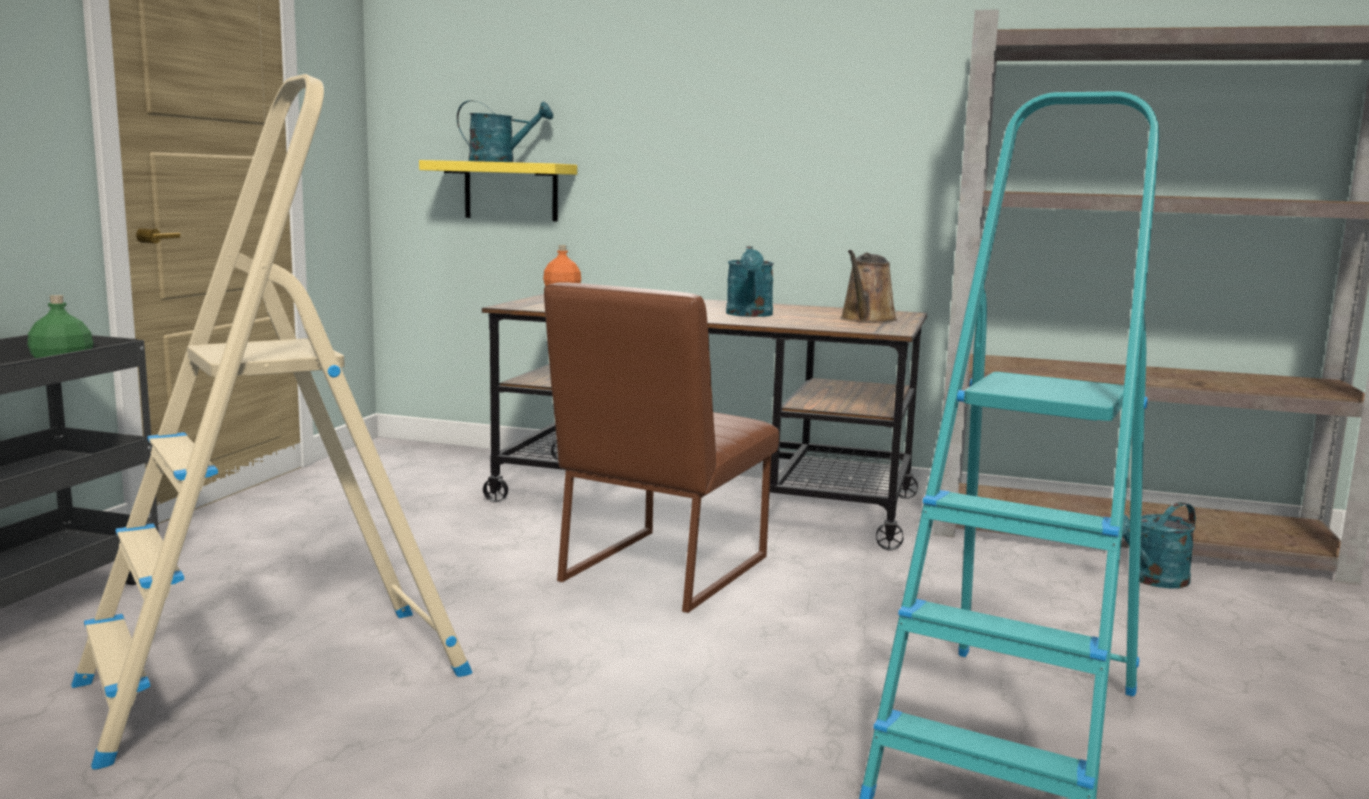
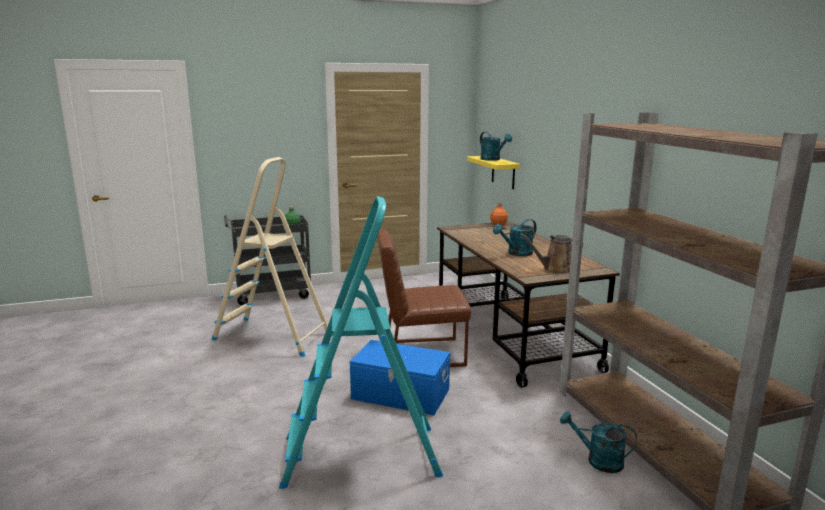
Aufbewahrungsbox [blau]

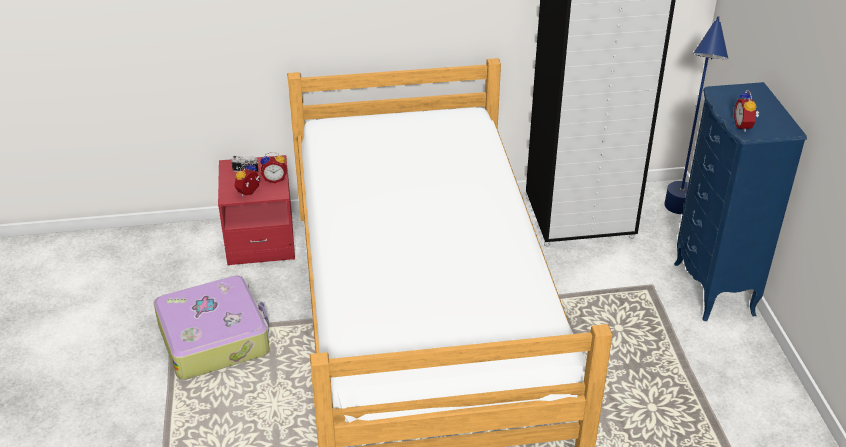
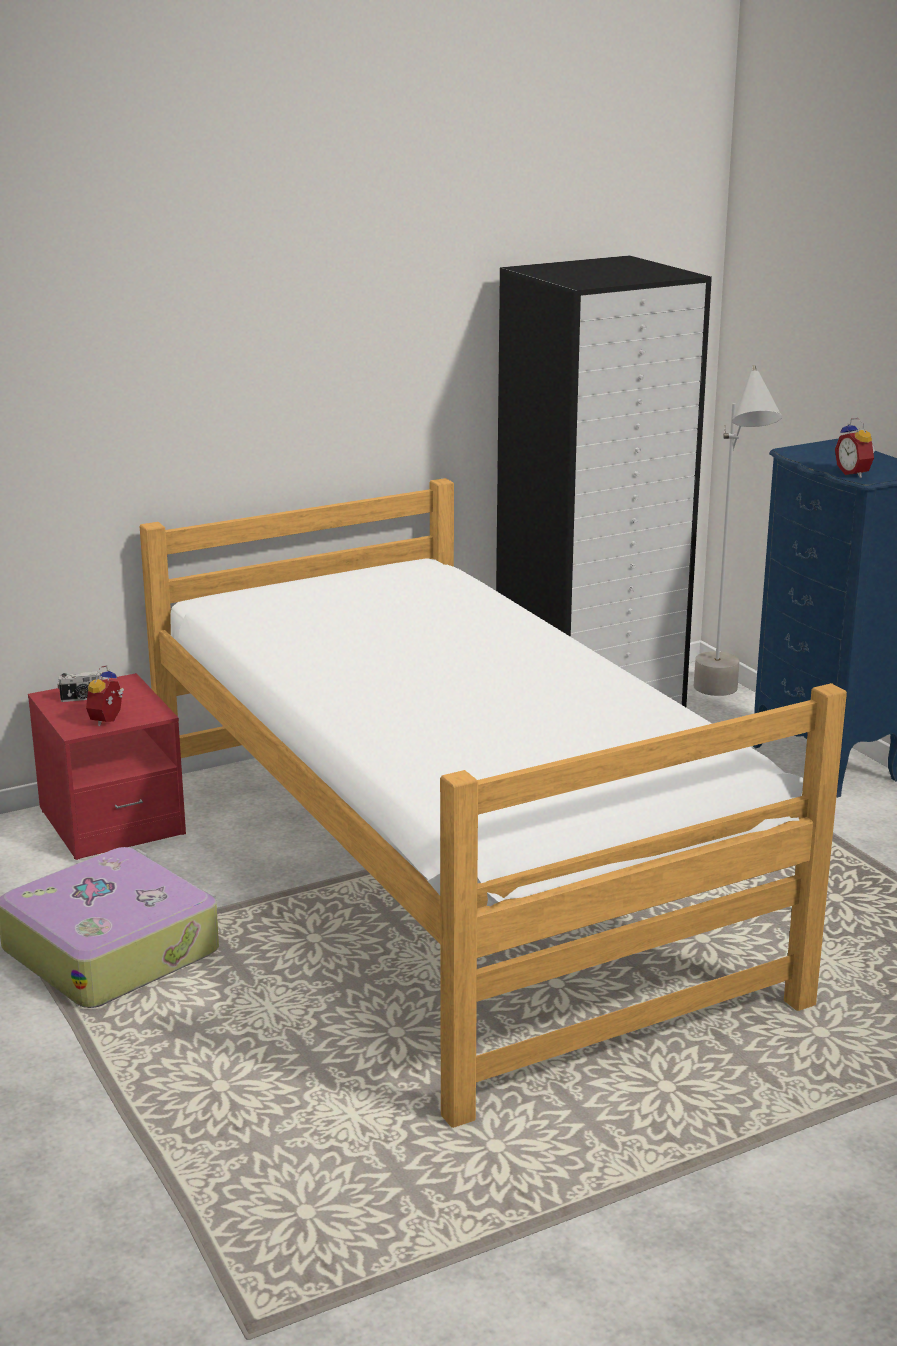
Wecker (no. 2 from left in the first image)
Stehlampe [grau]

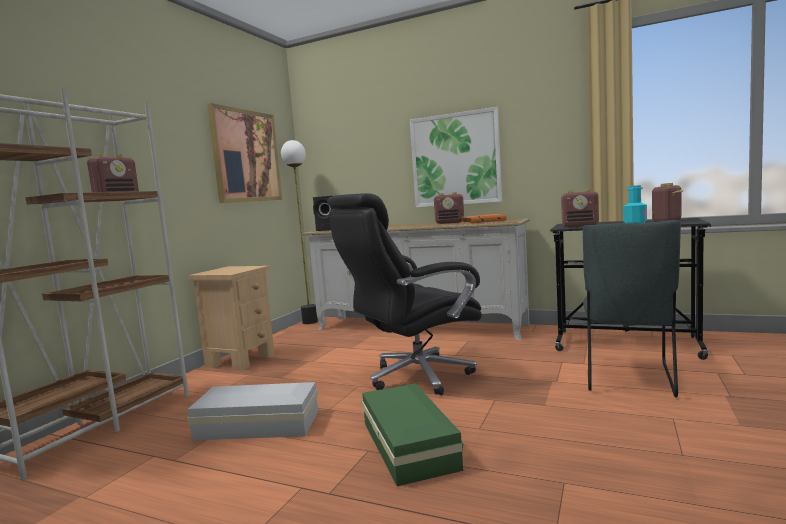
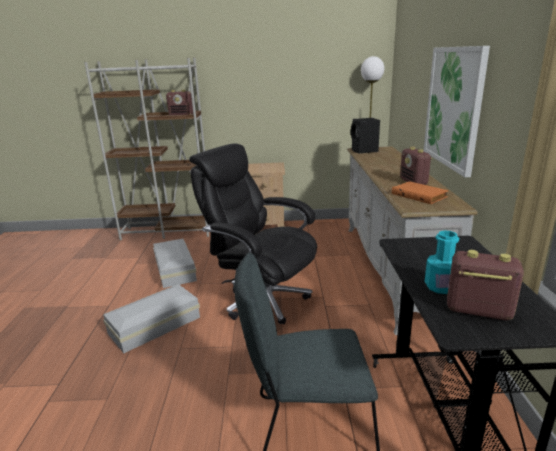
Bild (no. 1 from left in the first image)
Radio (no. 3 from left in the first image)
Aufbewahrungsbox [weiß] (no. 1 from left)

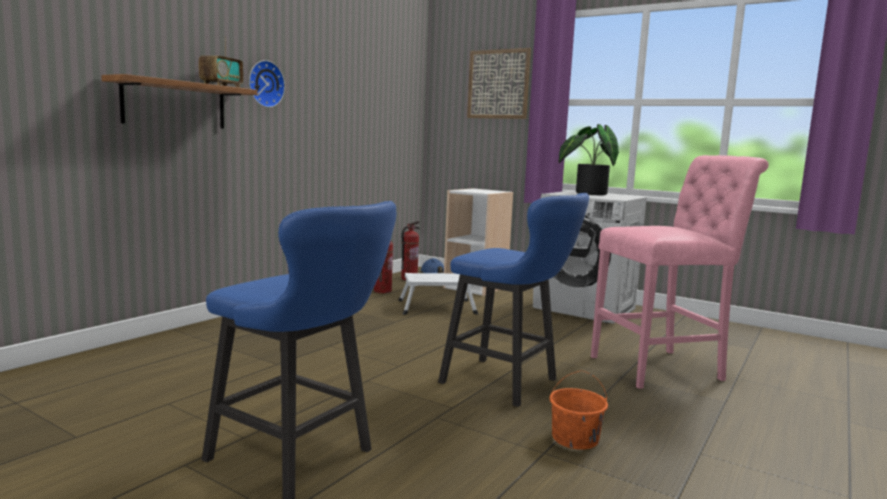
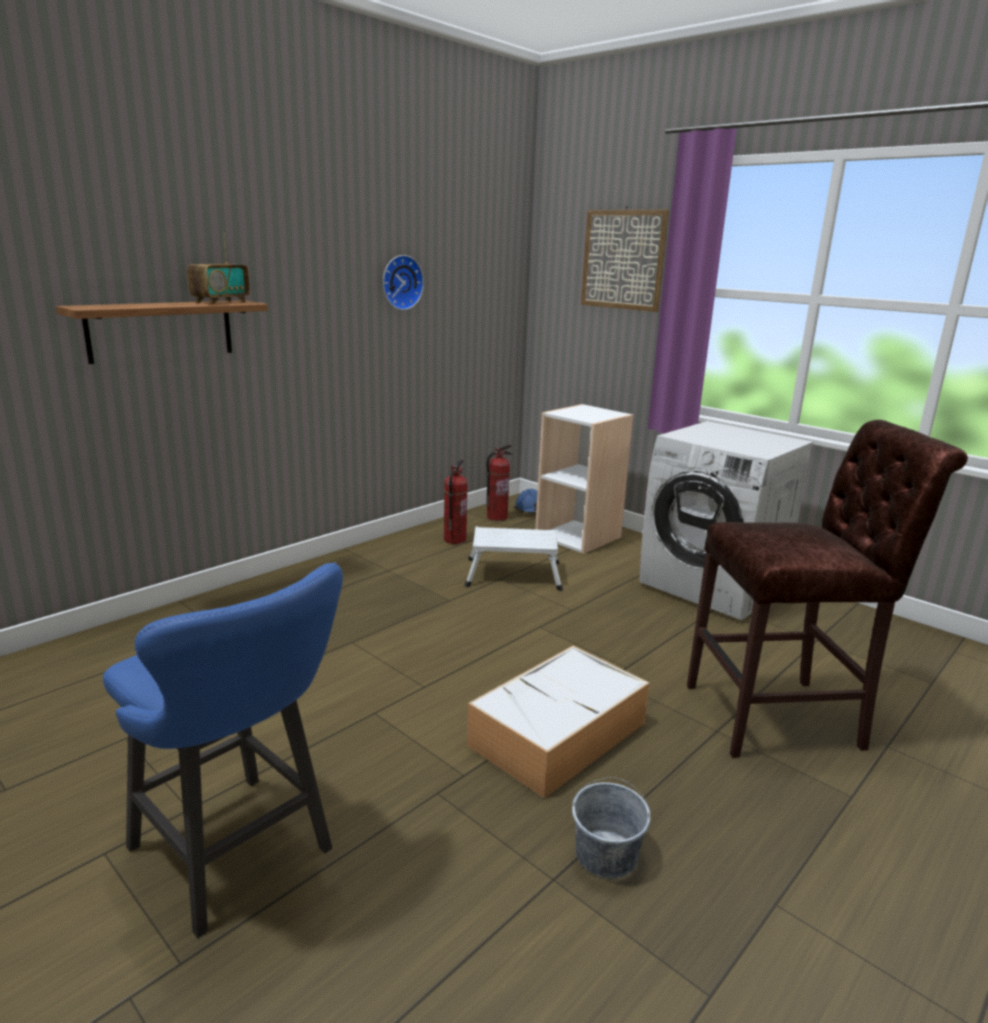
Topfpflanze
Wanduhr
Aufbewahrungsbox
Eimer [grau]
Hocker [braun]

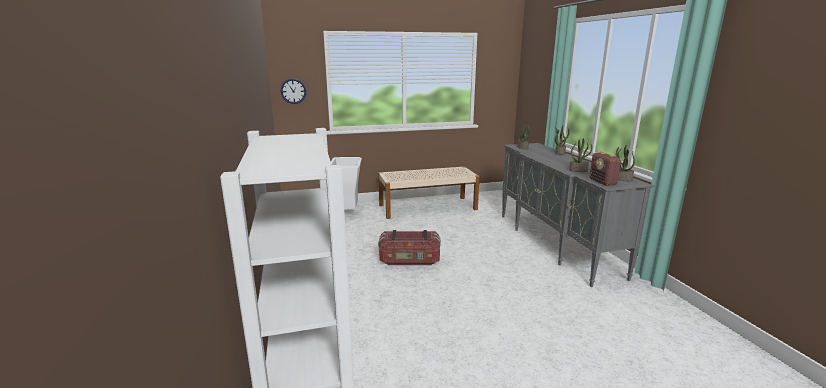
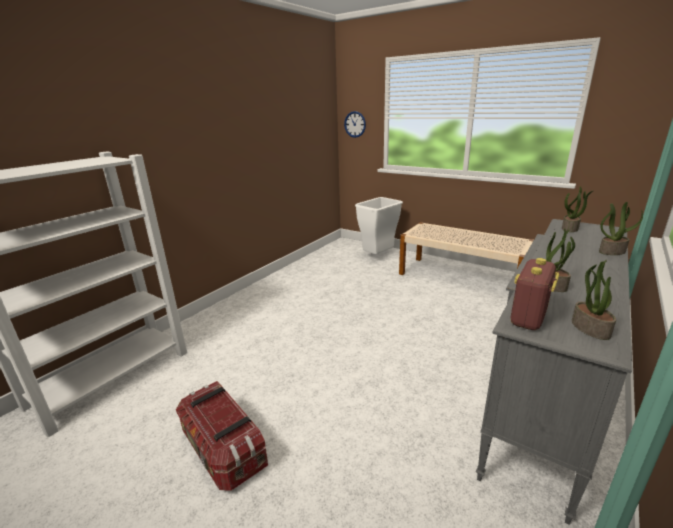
Aufbewahrungsbox

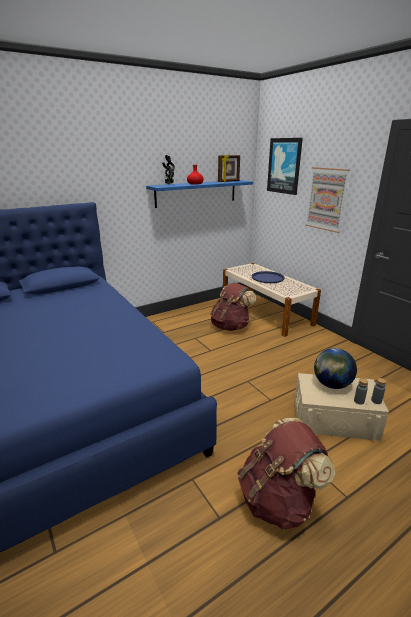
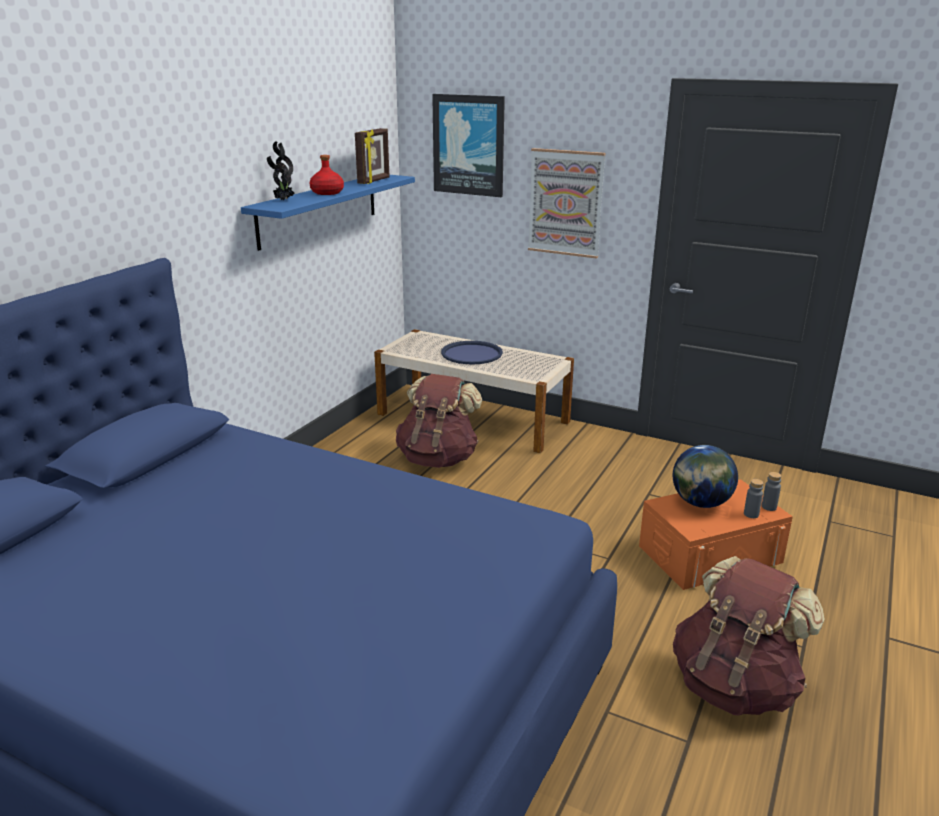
Aufbewahrungsbox [orange]

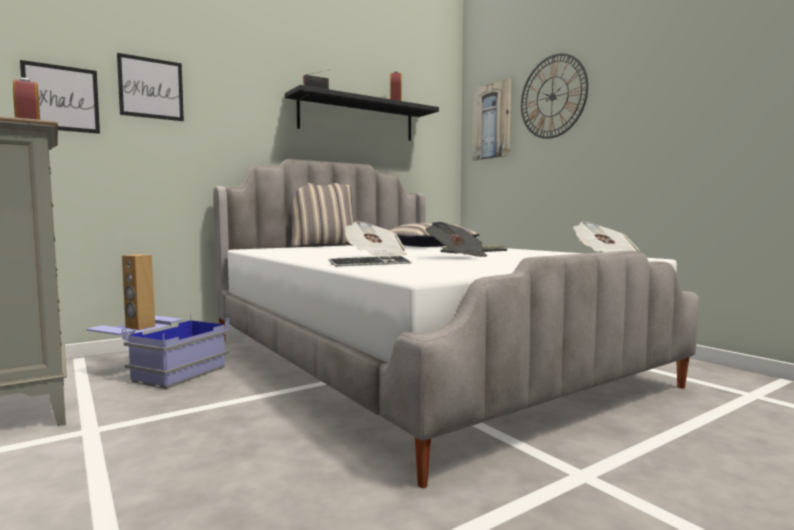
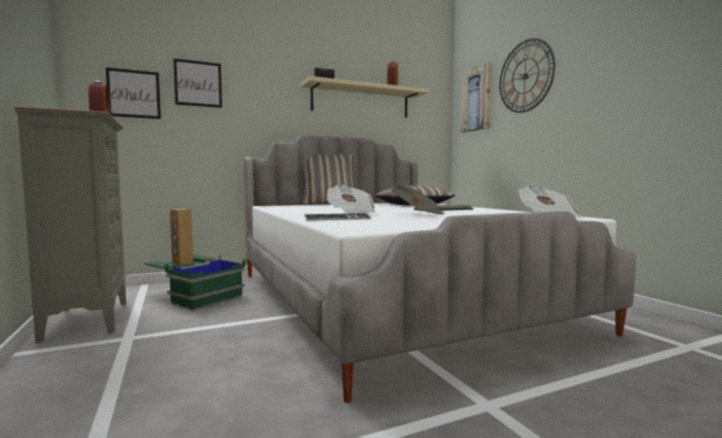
Aufbewahrungsbox [grün]
Wandregal [beige]

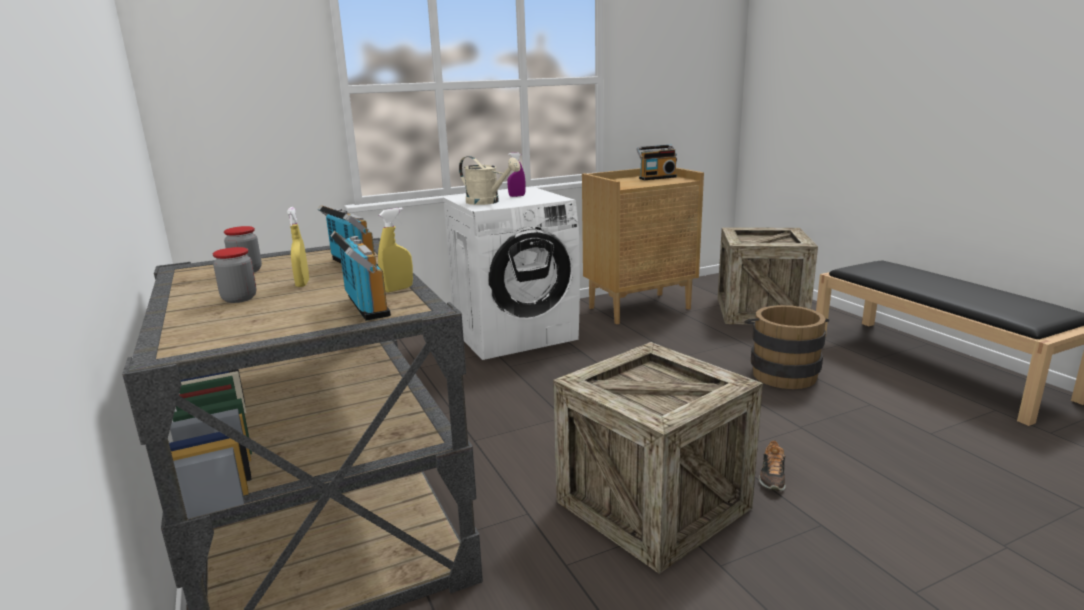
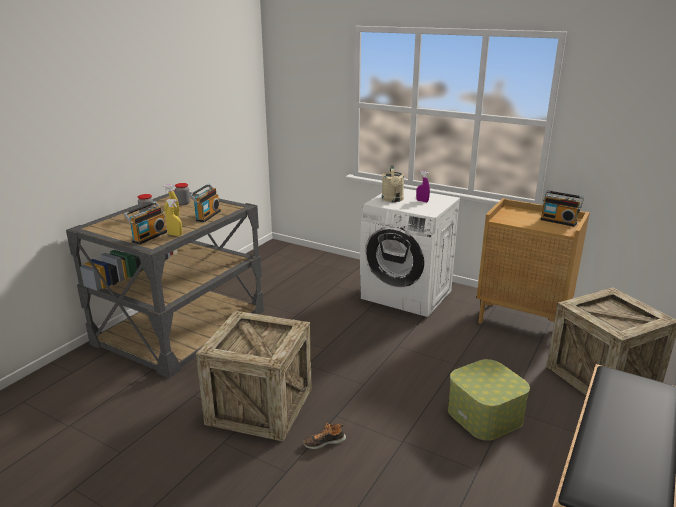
Aufbewahrungsbox

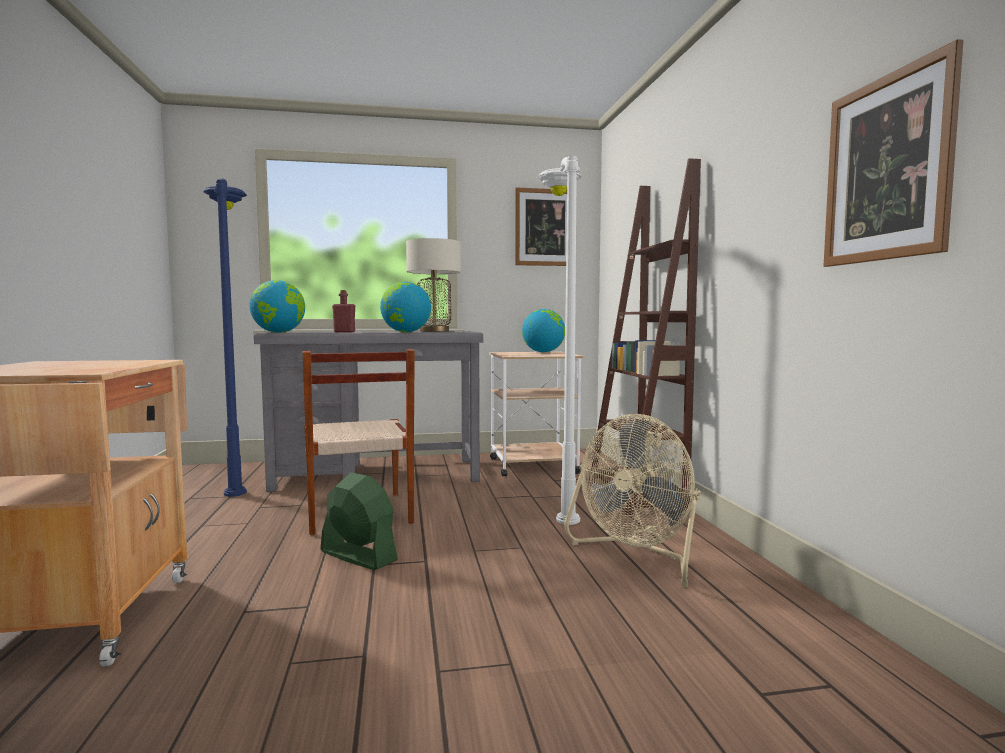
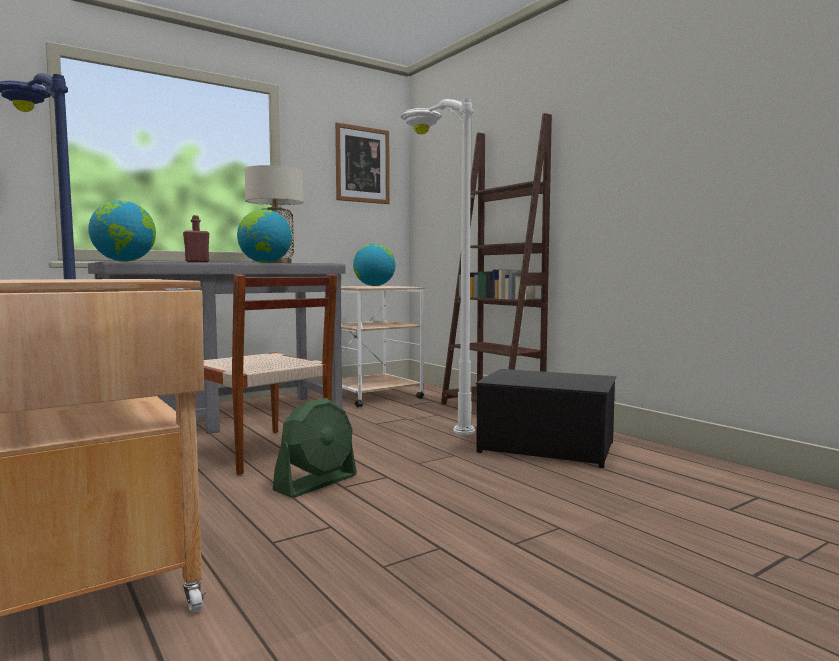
Bild (no. 2 from left in the first image)
Aufbewahrungsbox
Ventilator [grün]

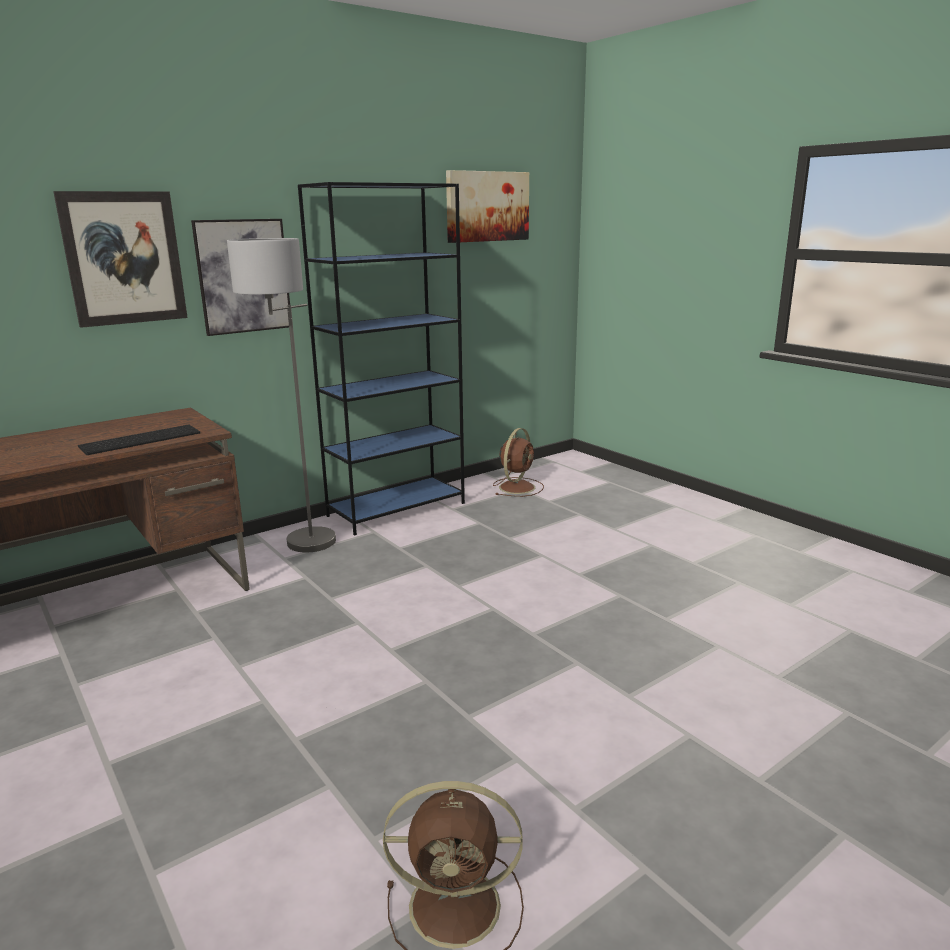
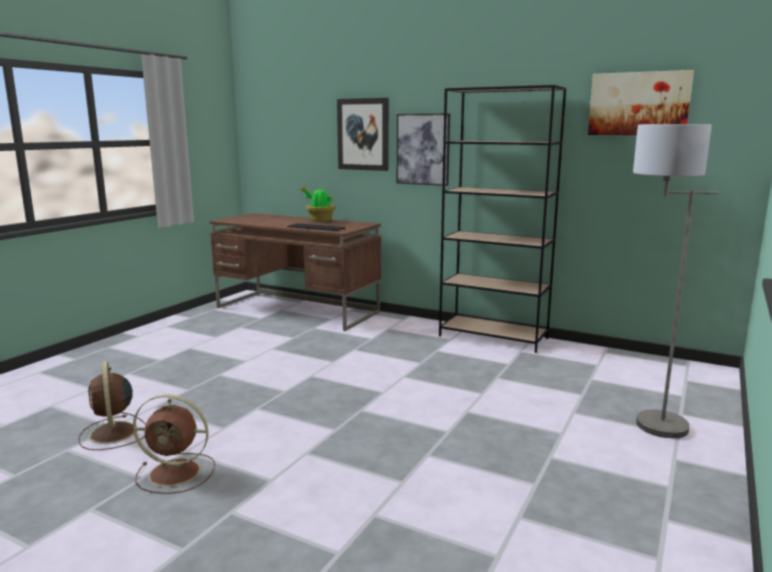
Topfpflanze
Stehlampe [grau]
Ventilator [braun] (no. 2 from left)
Bücherregal [beige]

